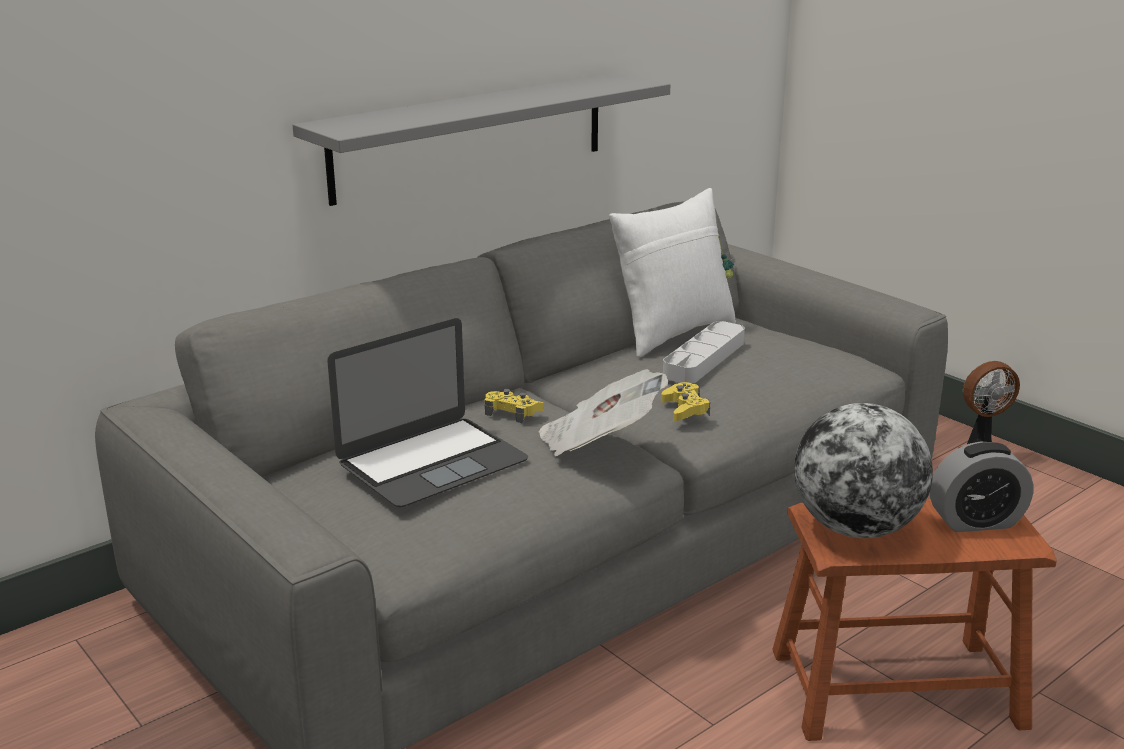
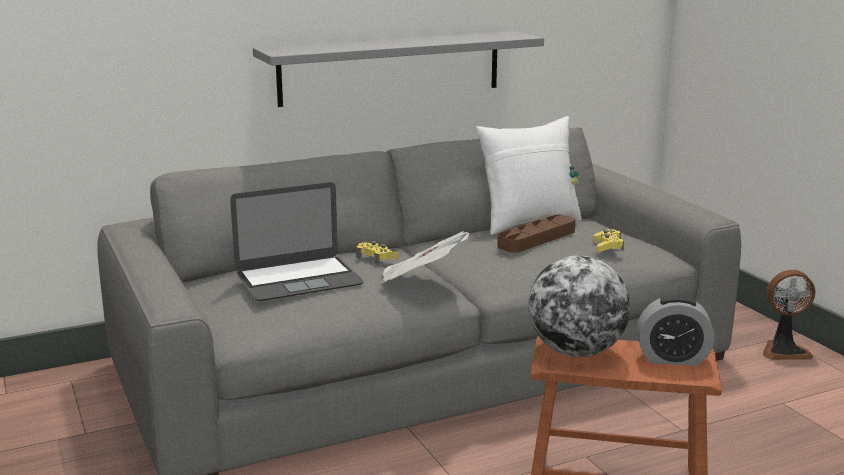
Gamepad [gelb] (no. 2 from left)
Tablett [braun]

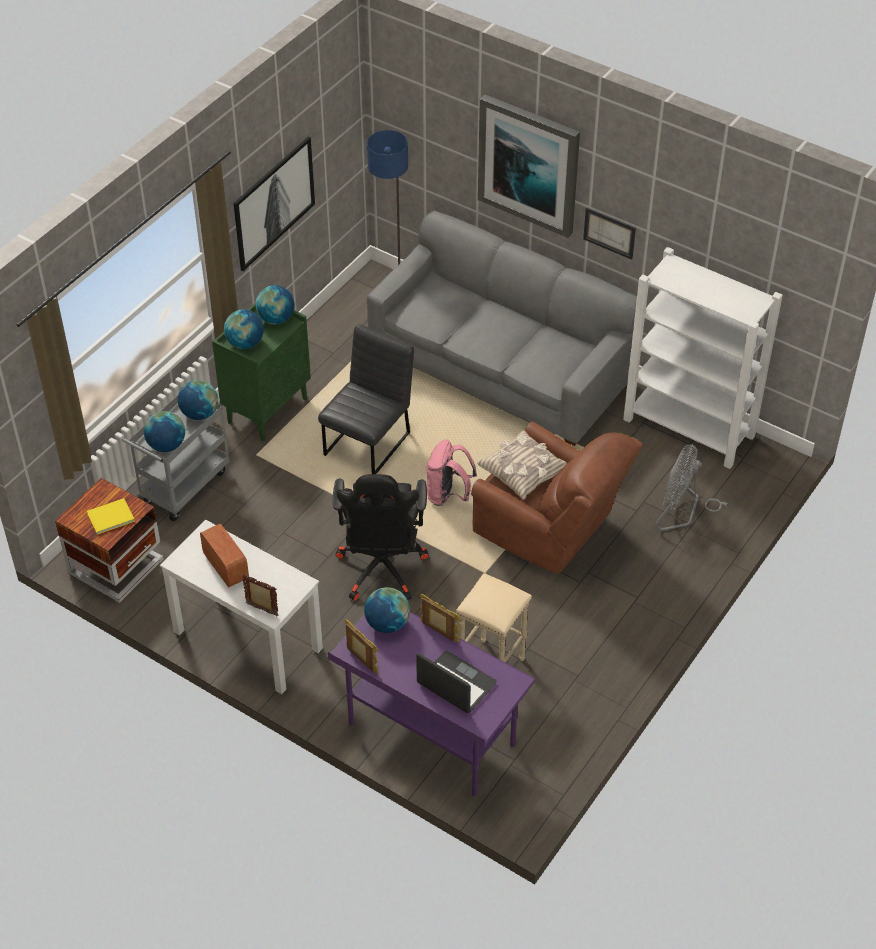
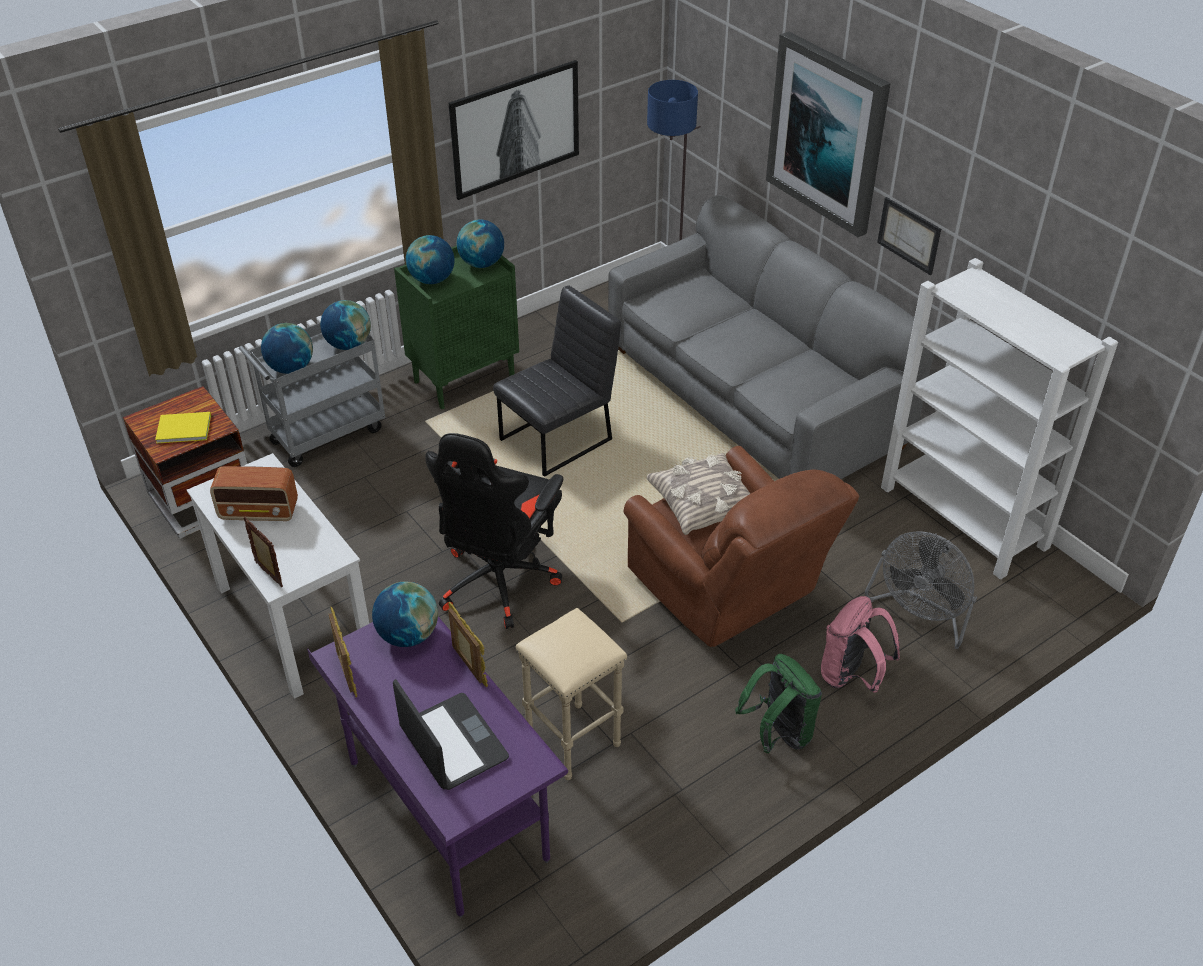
Rucksack [grün]
Rucksack [rosa]
Radio
Ventilator [grau]

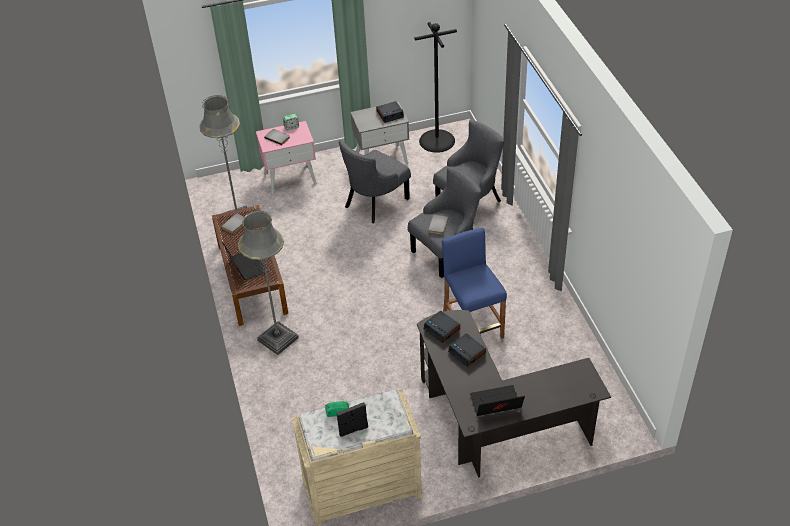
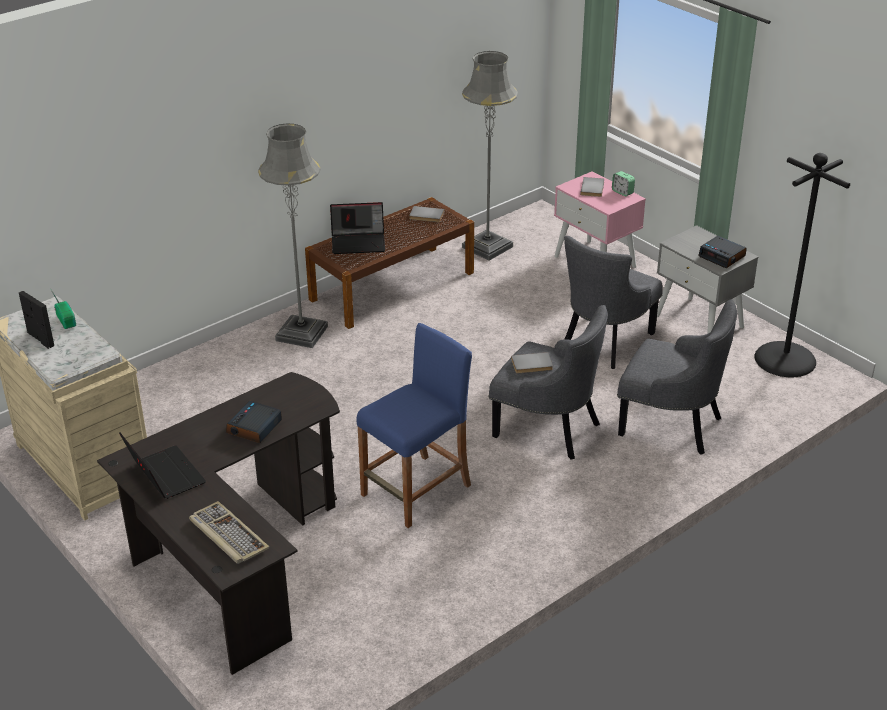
Wecker (no. 3 from left in the first image)
Tastatur
Laptop (no. 2 from left)
Sessel [grau] (no. 2 from left)

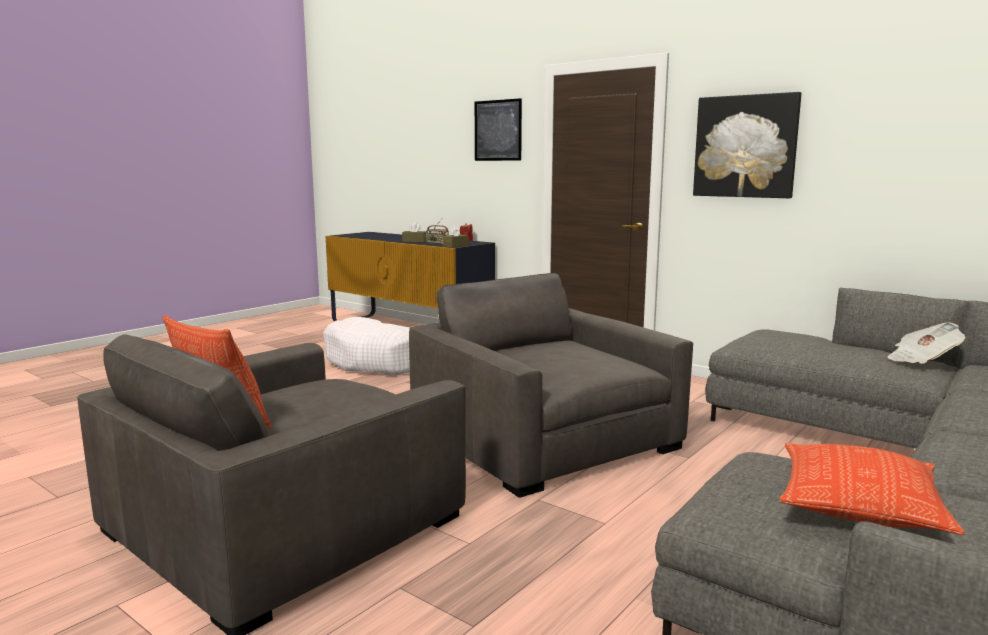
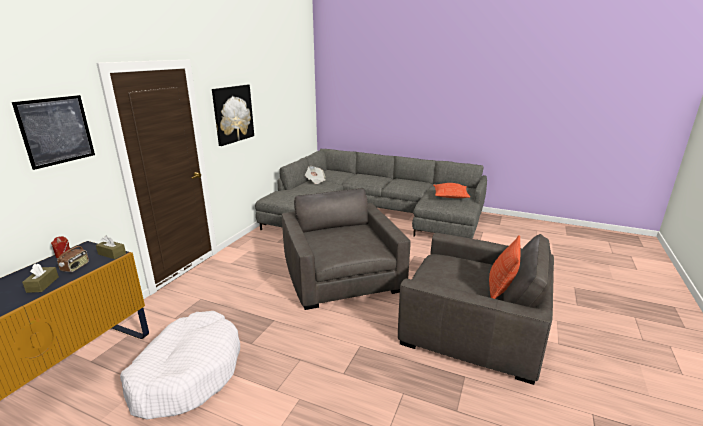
Sessel [grau] (no. 1 from left)

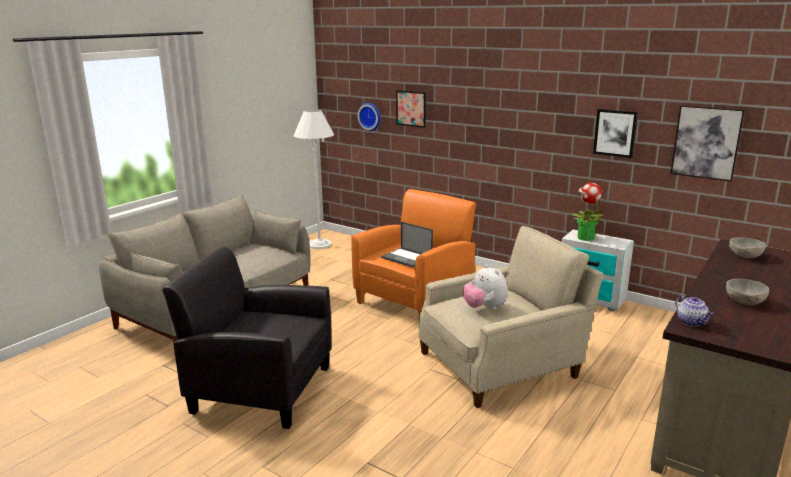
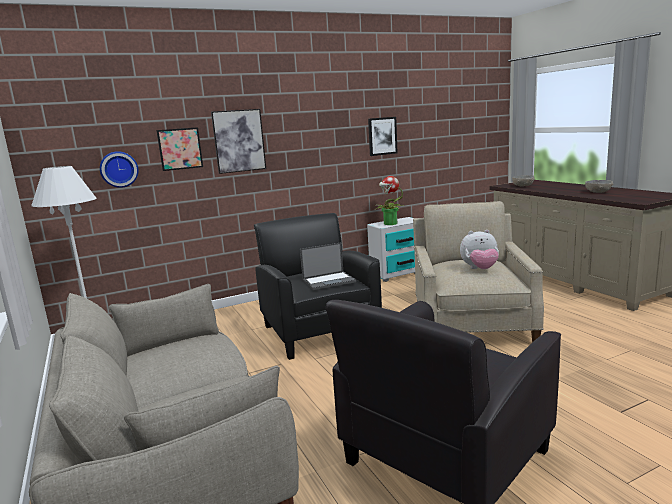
Teekanne
Bild (no. 2 from left)
Sessel [schwarz] (no. 1 from left)

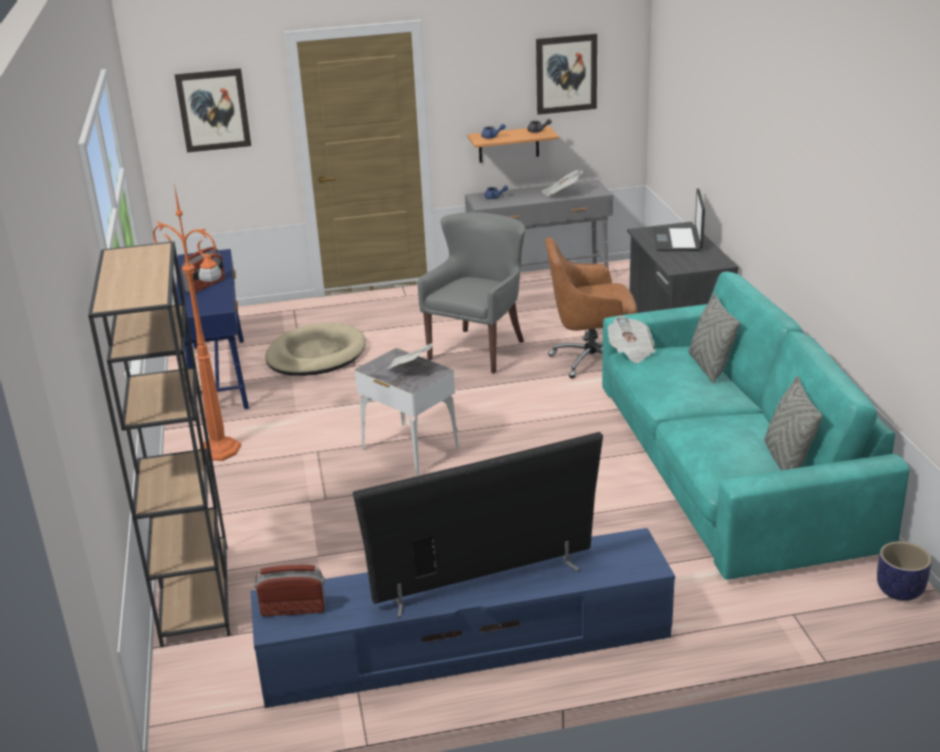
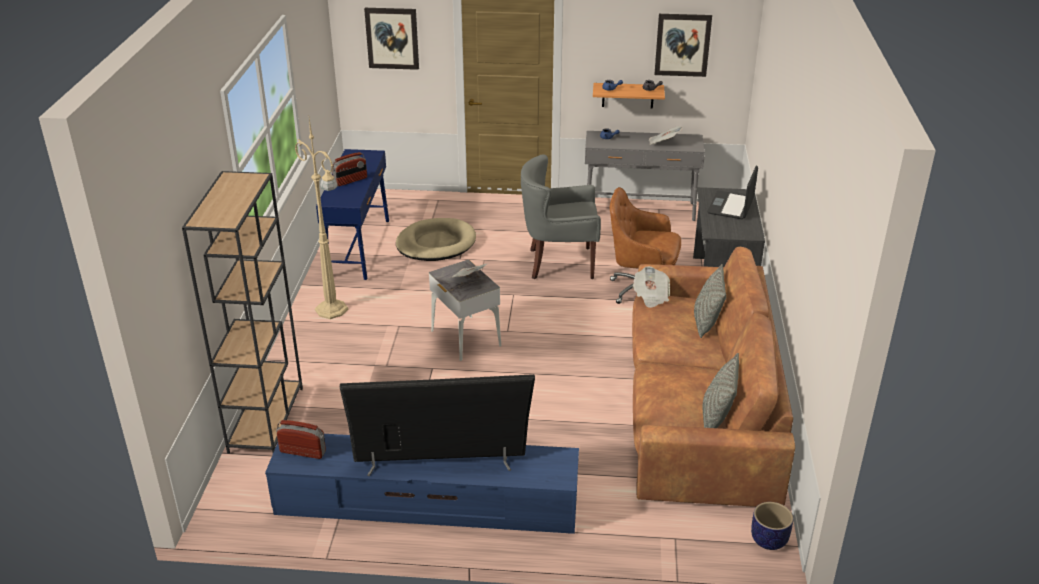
Stehlampe [beige]
Sofa [braun]
Sessel [grau]

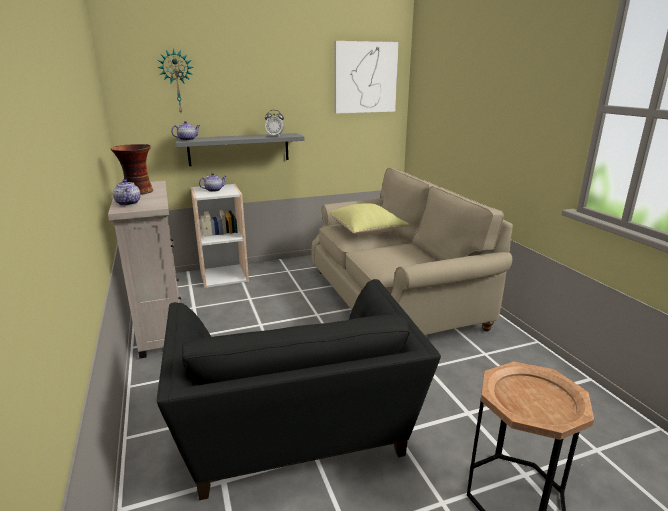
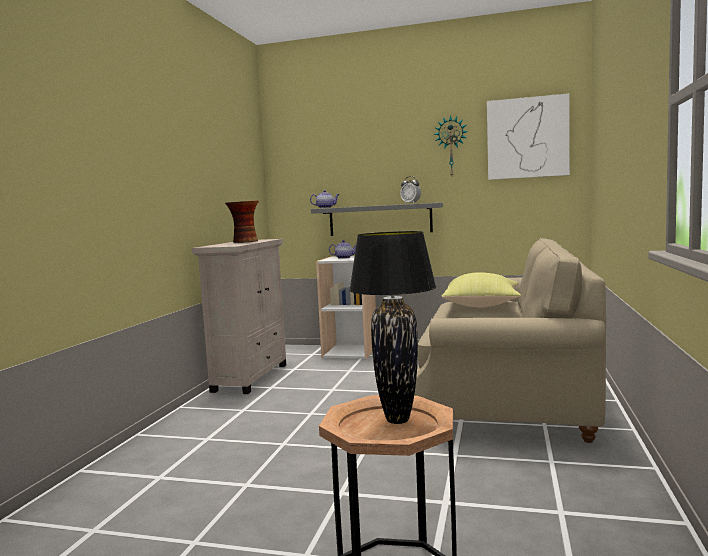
Teekanne (no. 1 from left in the first image)
Sessel [schwarz]
Tischlampe [schwarz]
Wanduhr

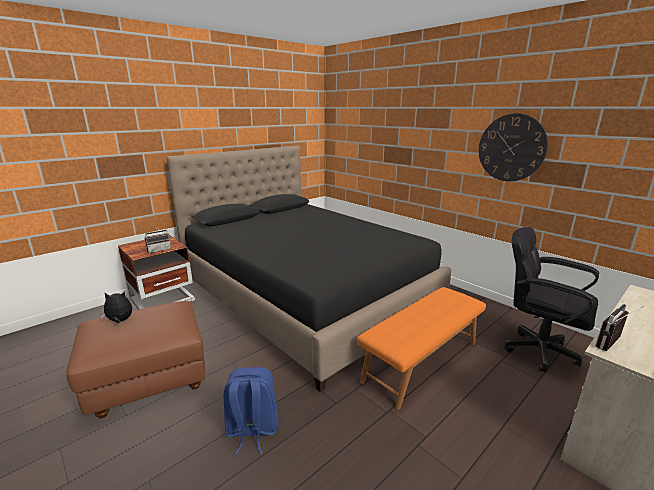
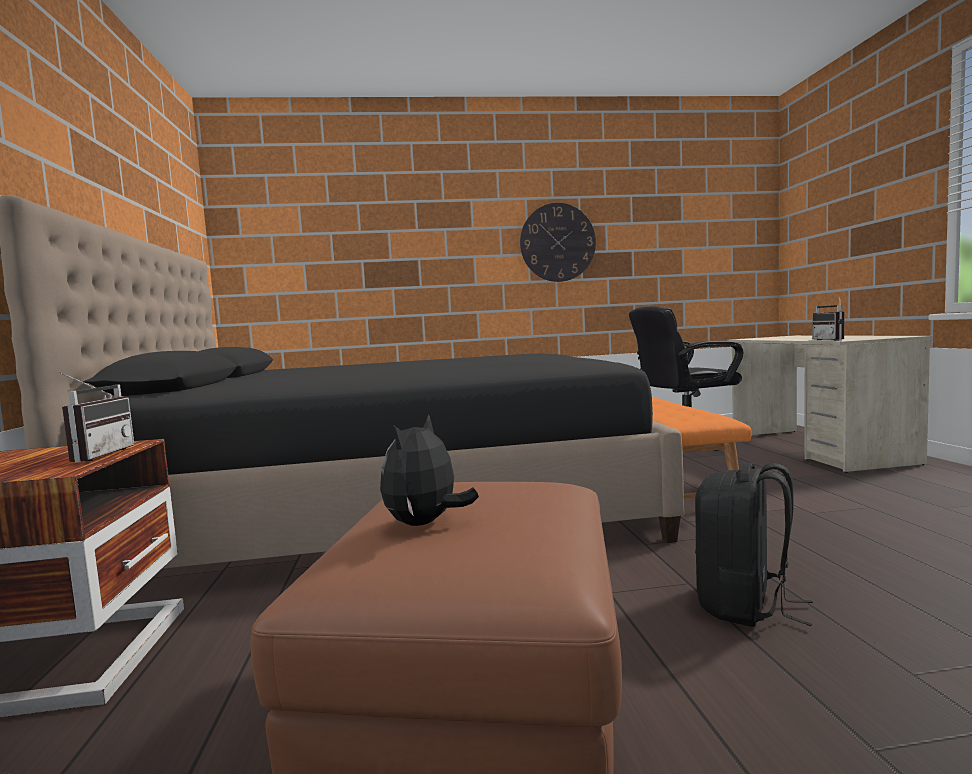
Rucksack [schwarz]

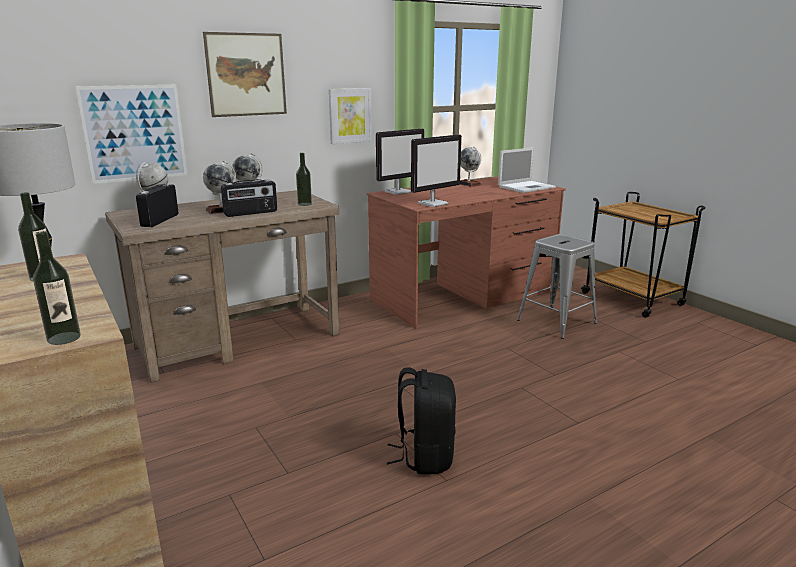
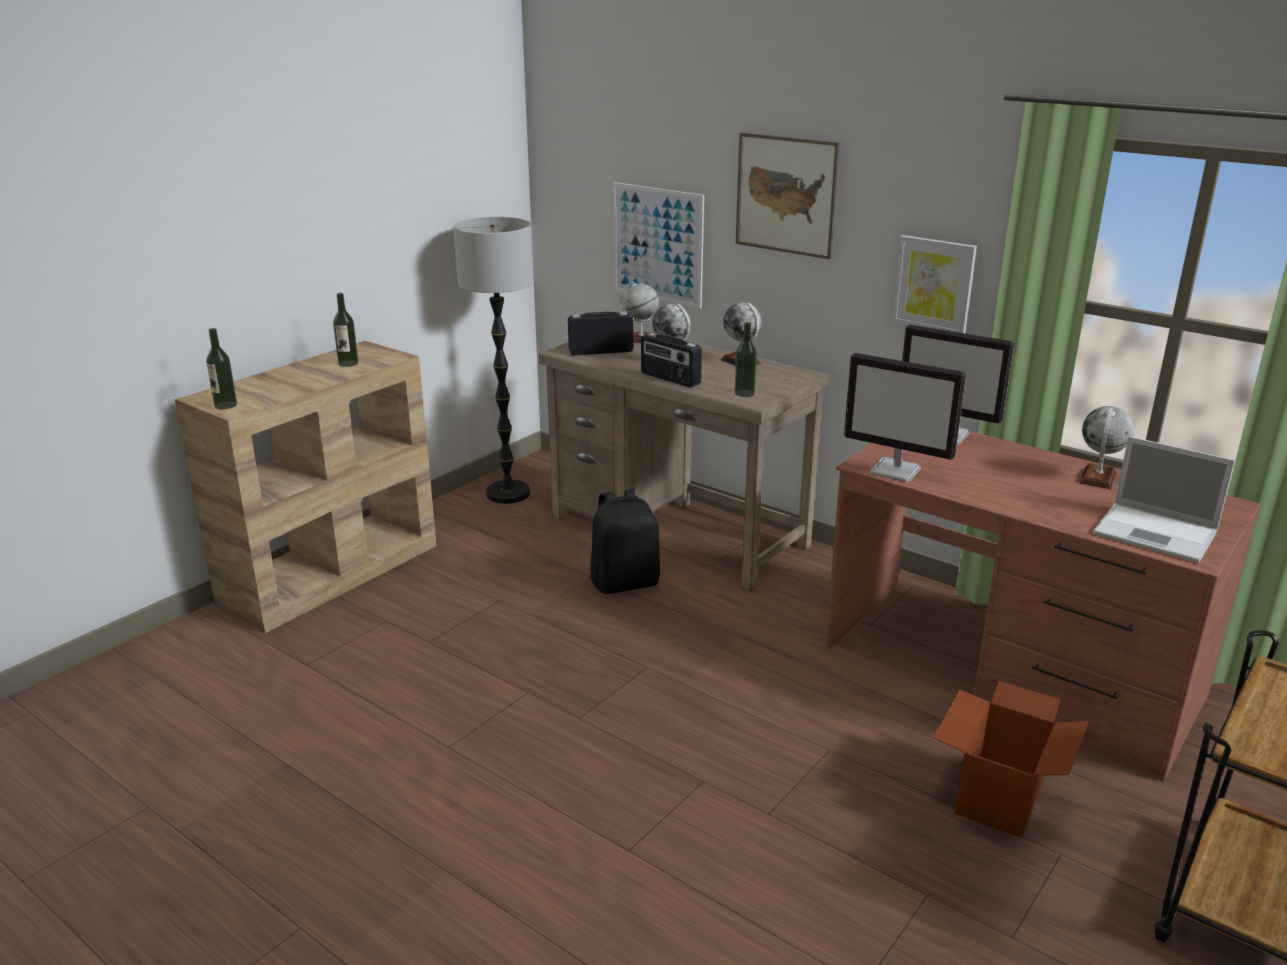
Rucksack [schwarz]
Karton

